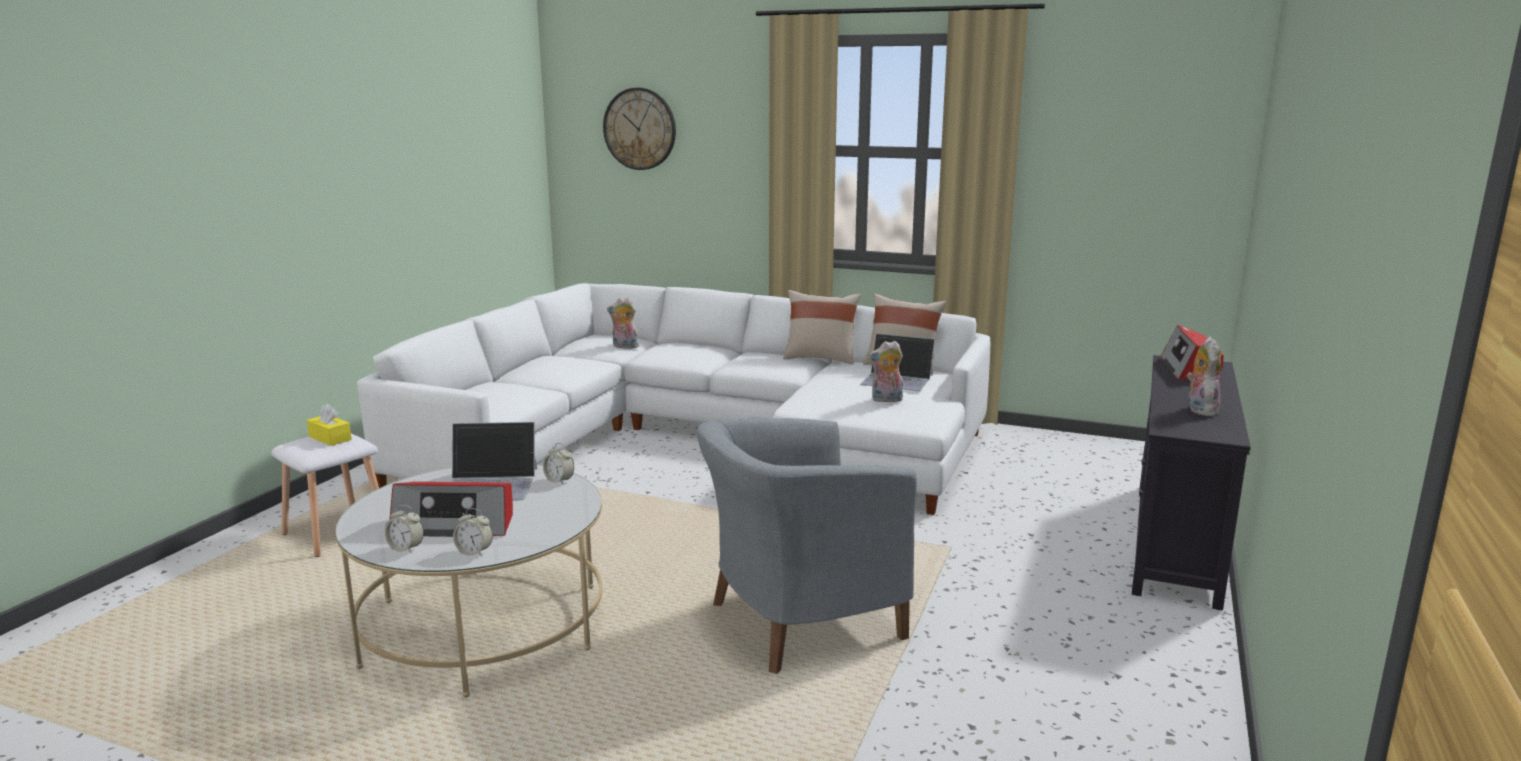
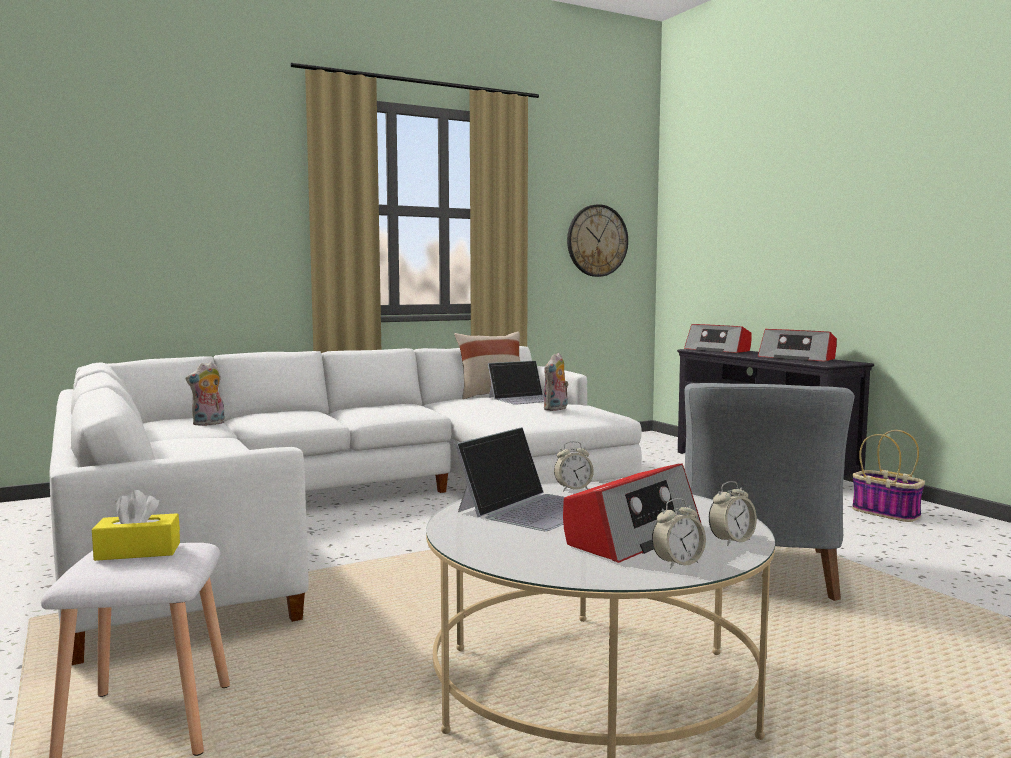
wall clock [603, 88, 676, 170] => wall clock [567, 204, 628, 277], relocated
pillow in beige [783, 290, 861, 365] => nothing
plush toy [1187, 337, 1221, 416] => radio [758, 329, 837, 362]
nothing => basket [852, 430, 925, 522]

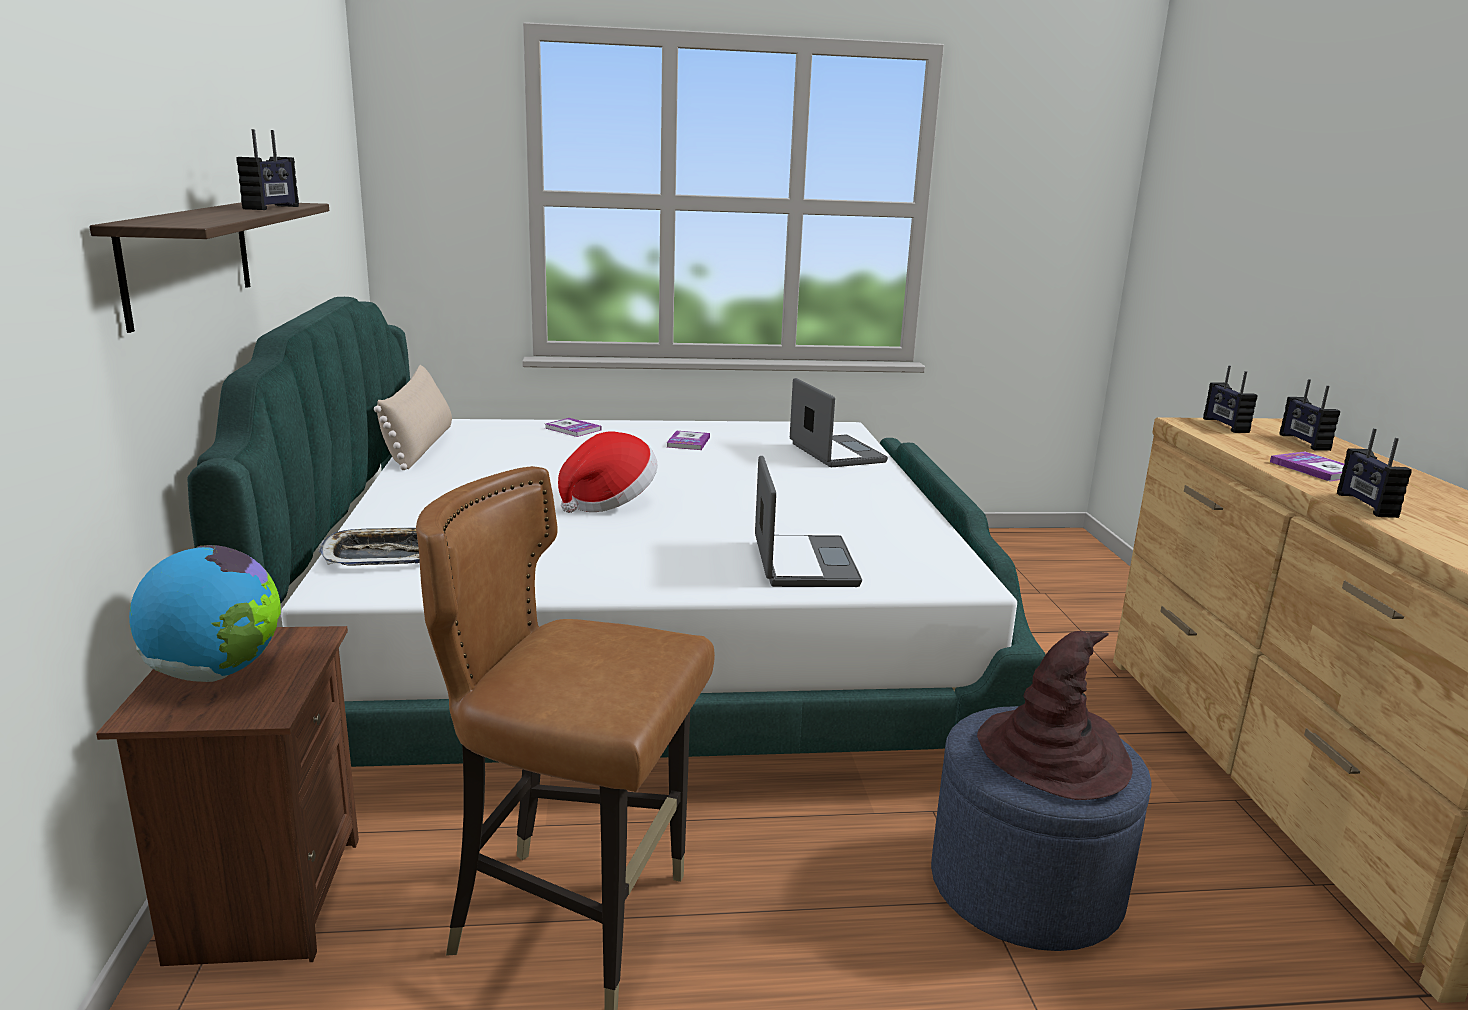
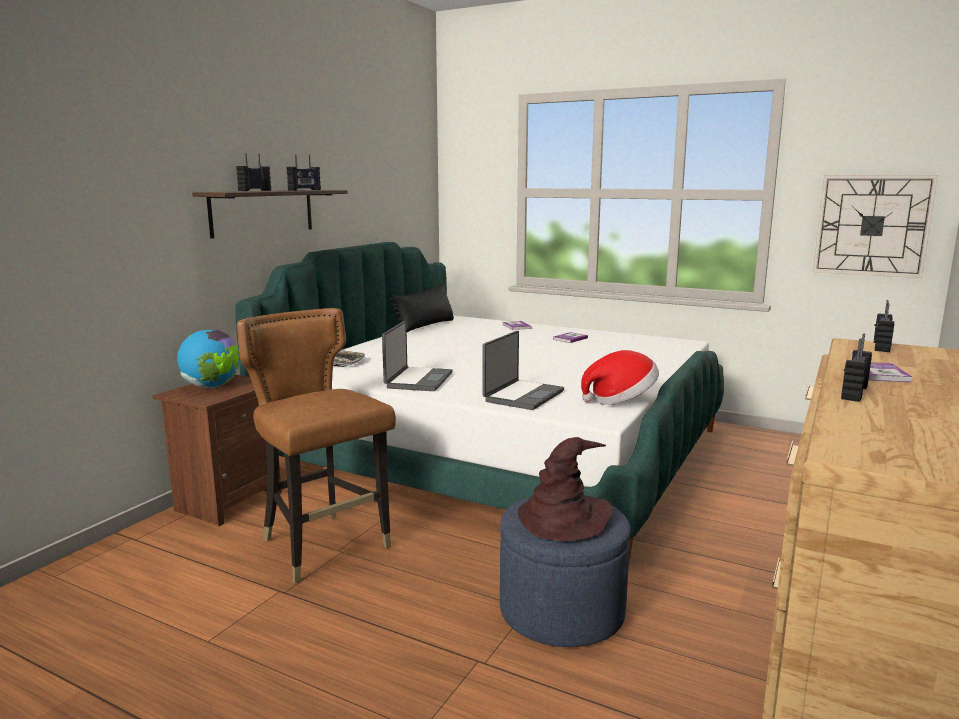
pillow in beige [374, 365, 452, 470] => pillow in black [390, 283, 454, 332]
hat [558, 431, 658, 513] => hat [581, 350, 659, 405], relocated
laptop [790, 378, 888, 467] => laptop [382, 321, 453, 391], relocated
radio [1279, 379, 1340, 451] => radio [236, 153, 271, 191], relocated
nothing => wall clock [813, 175, 938, 278]

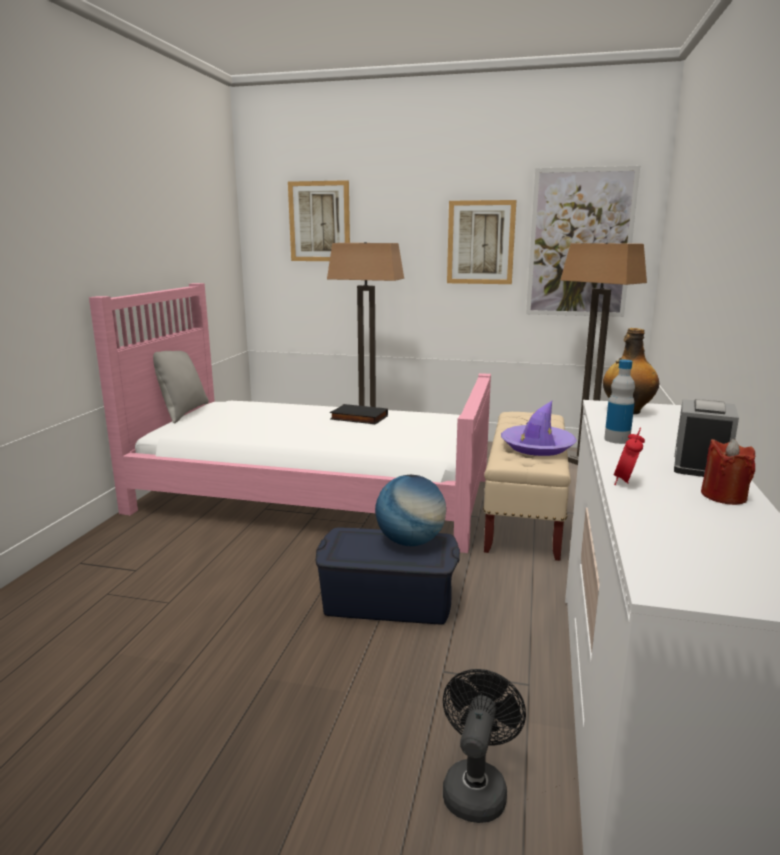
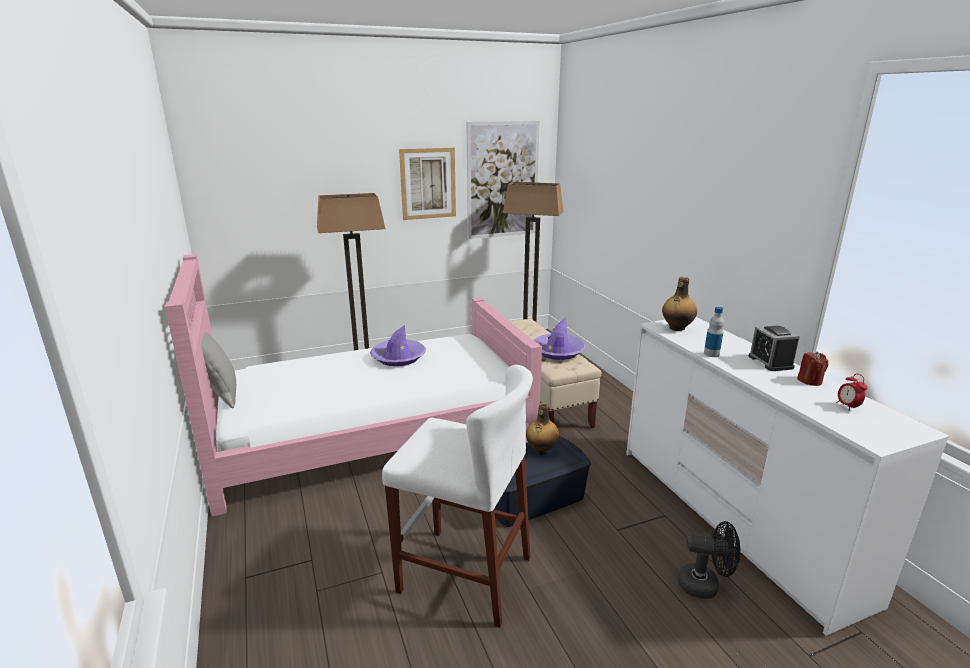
picture [288, 180, 350, 261] => nothing
book in black [330, 404, 388, 425] => hat in purple [370, 325, 426, 366]
globe [375, 475, 446, 546] => bottle [526, 403, 559, 455]
fan in black [443, 669, 526, 823] => fan in black [678, 521, 740, 599], 120 degrees clockwise
alarm clock [614, 427, 645, 485] => alarm clock [836, 374, 867, 411], relocated
nothing => stool in white [382, 365, 533, 628]

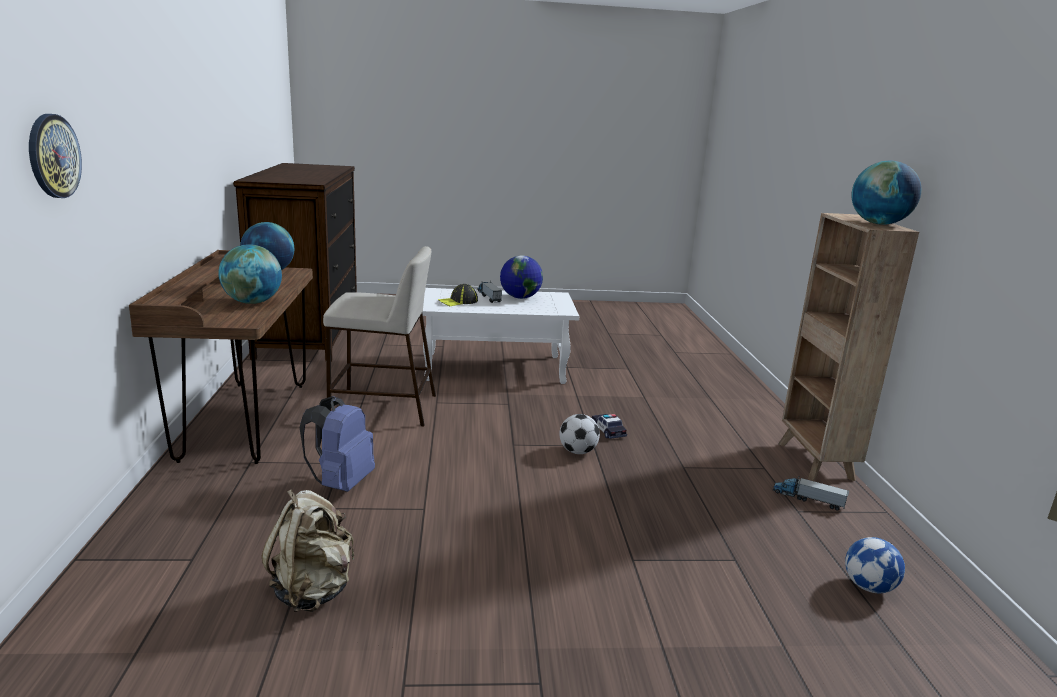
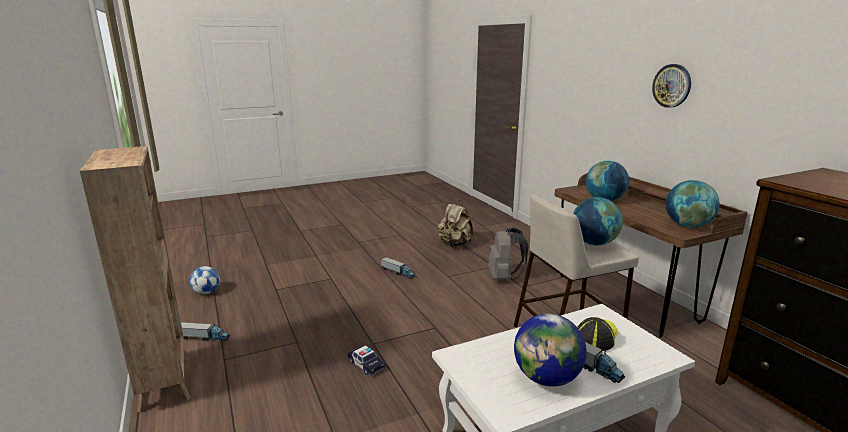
wall clock [29, 114, 82, 198] => wall clock [652, 64, 691, 108], relocated
backpack in blue [300, 396, 375, 492] => backpack in grey [488, 228, 529, 280]
football [560, 414, 600, 454] => nothing
globe [851, 161, 921, 225] => globe [573, 197, 623, 245], relocated
nothing => toy truck [381, 257, 415, 279]

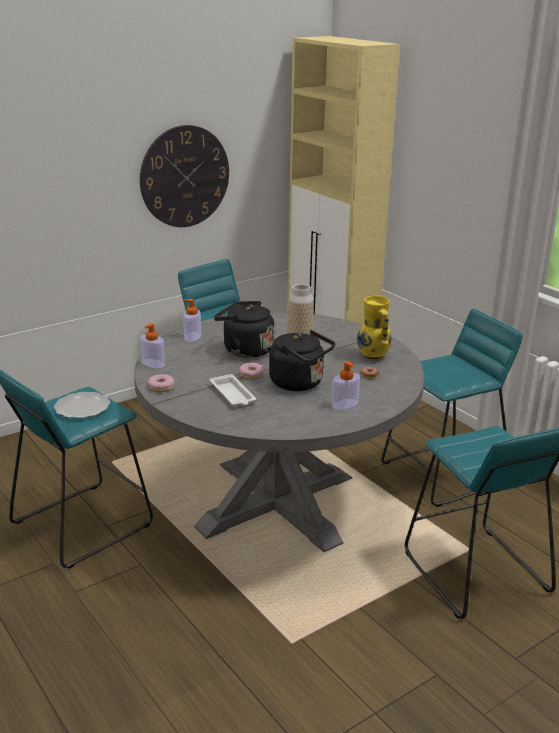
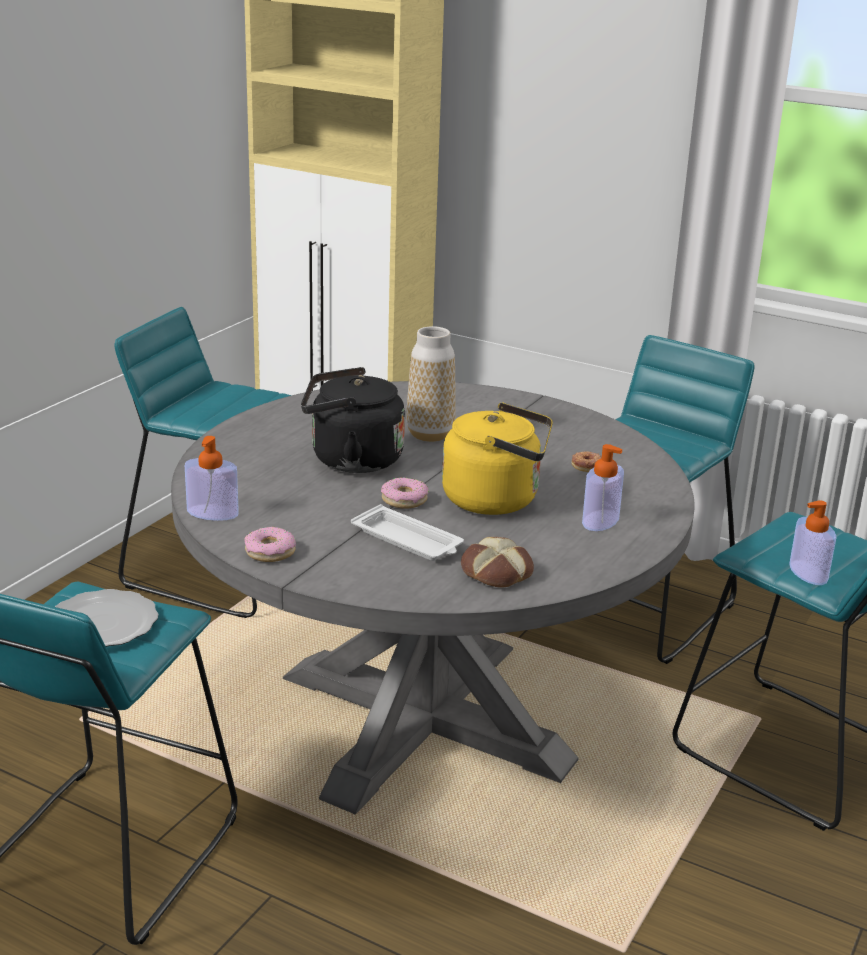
wall clock [140, 125, 229, 227] => nothing
soap dispenser [183, 299, 201, 342] => soap dispenser [789, 500, 836, 585], relocated
kettle in black [269, 330, 335, 391] => kettle in yellow [442, 403, 553, 515]
vase in yellow [357, 295, 391, 360] => nothing
nothing => bread [461, 537, 534, 588]

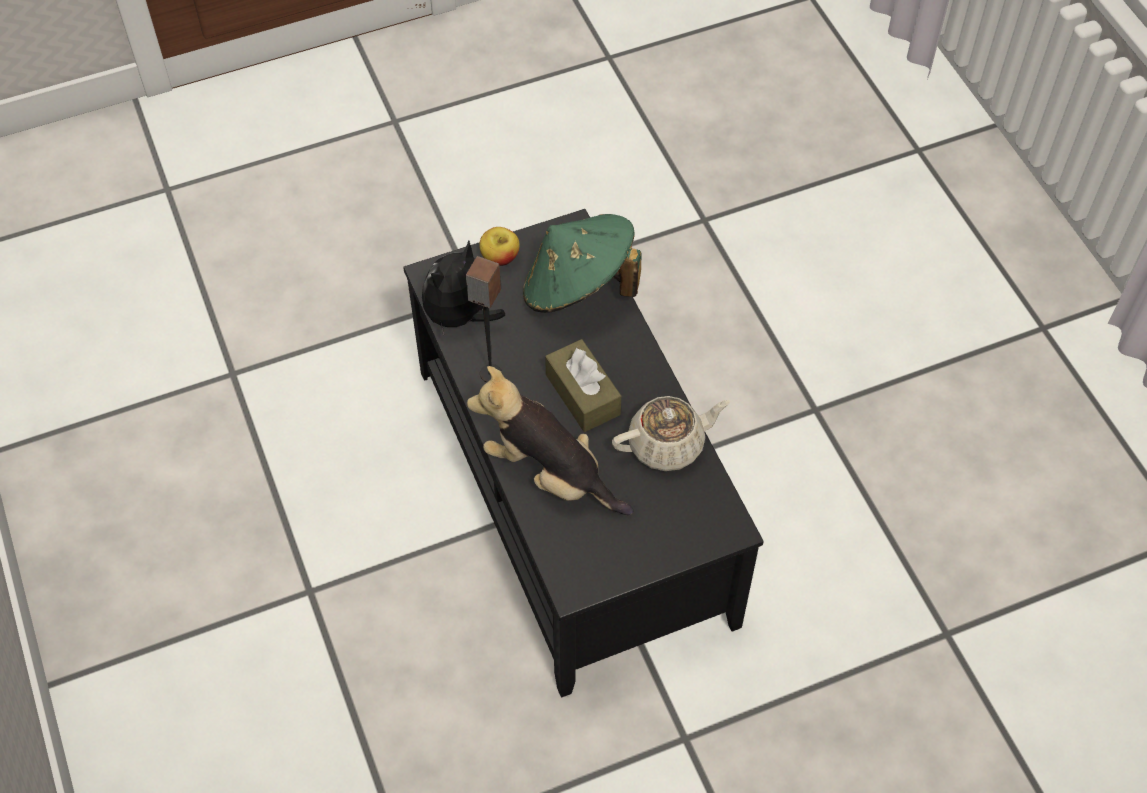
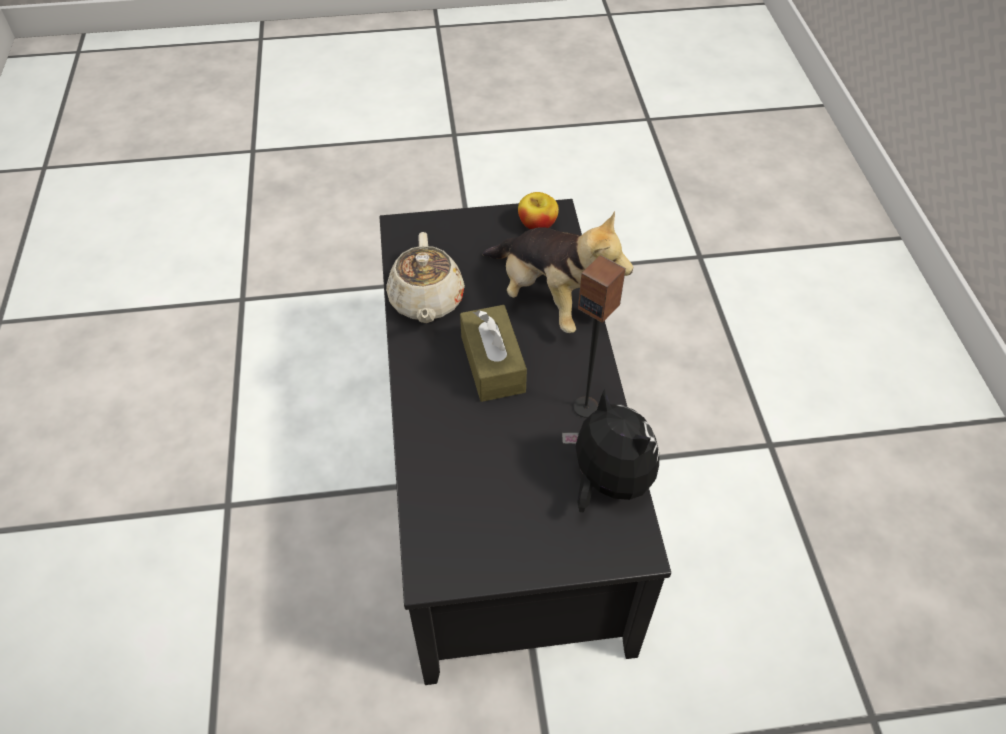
plush toy [422, 241, 505, 337] => plush toy [562, 388, 659, 512], 90 degrees counterclockwise
apple [479, 227, 520, 266] => apple [518, 192, 559, 229], relocated
hat in green [523, 214, 642, 313] => nothing
teapot in beige [612, 396, 730, 471] => teapot in beige [386, 232, 465, 323], 90 degrees counterclockwise

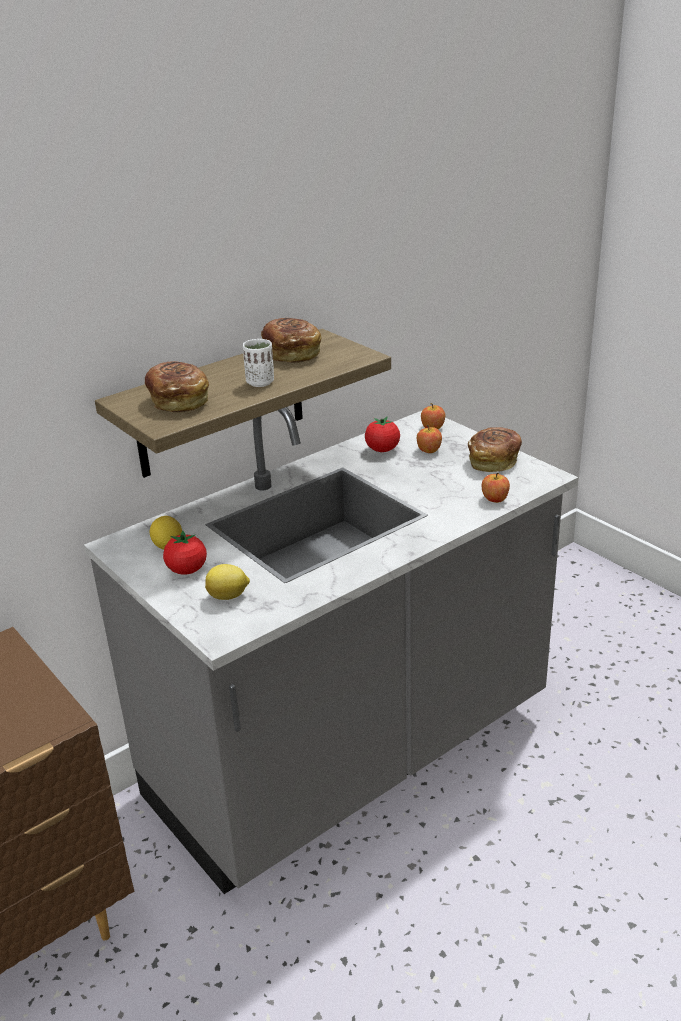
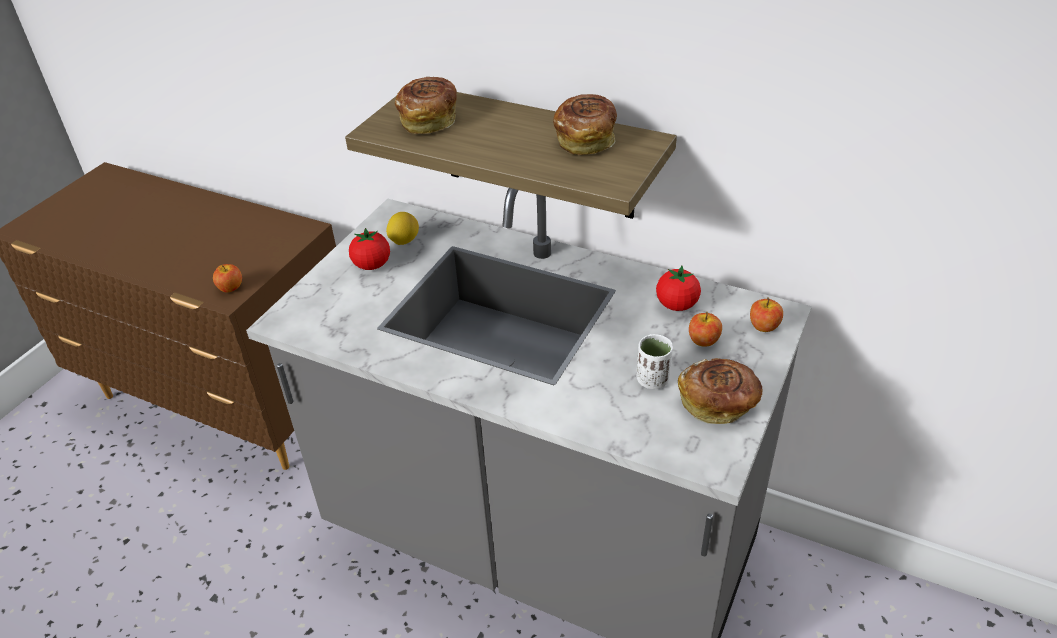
lemon [205, 564, 250, 600] => nothing
cup in white [243, 339, 274, 387] => cup in white [636, 334, 673, 389], relocated
apple [482, 473, 510, 503] => apple [213, 264, 242, 293], relocated

